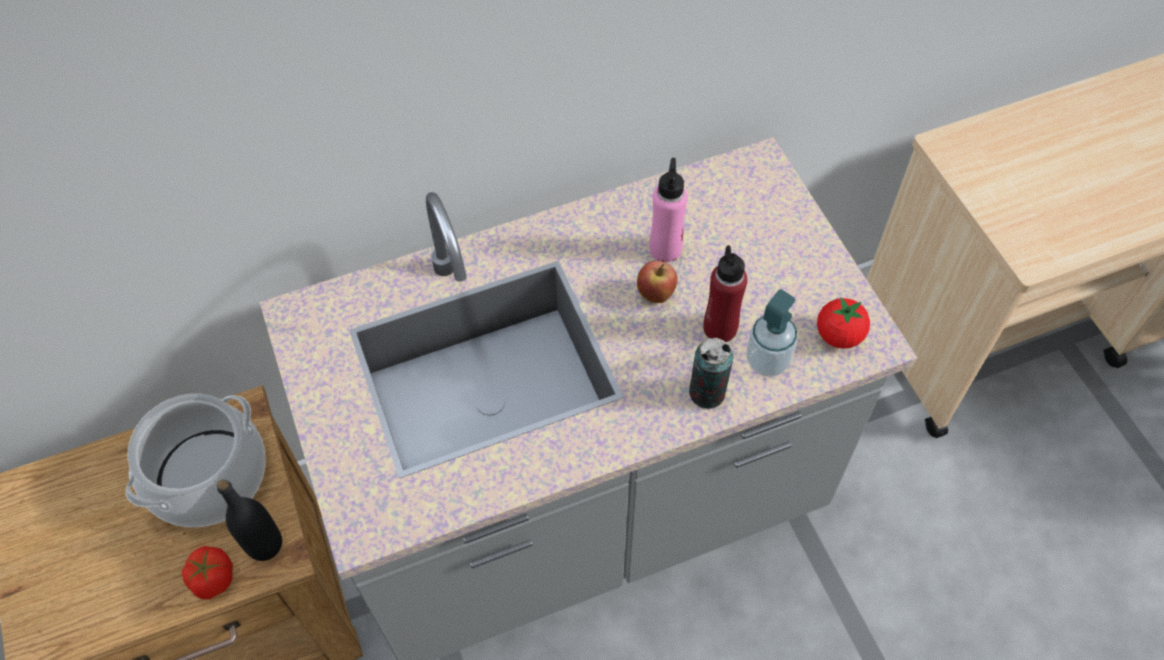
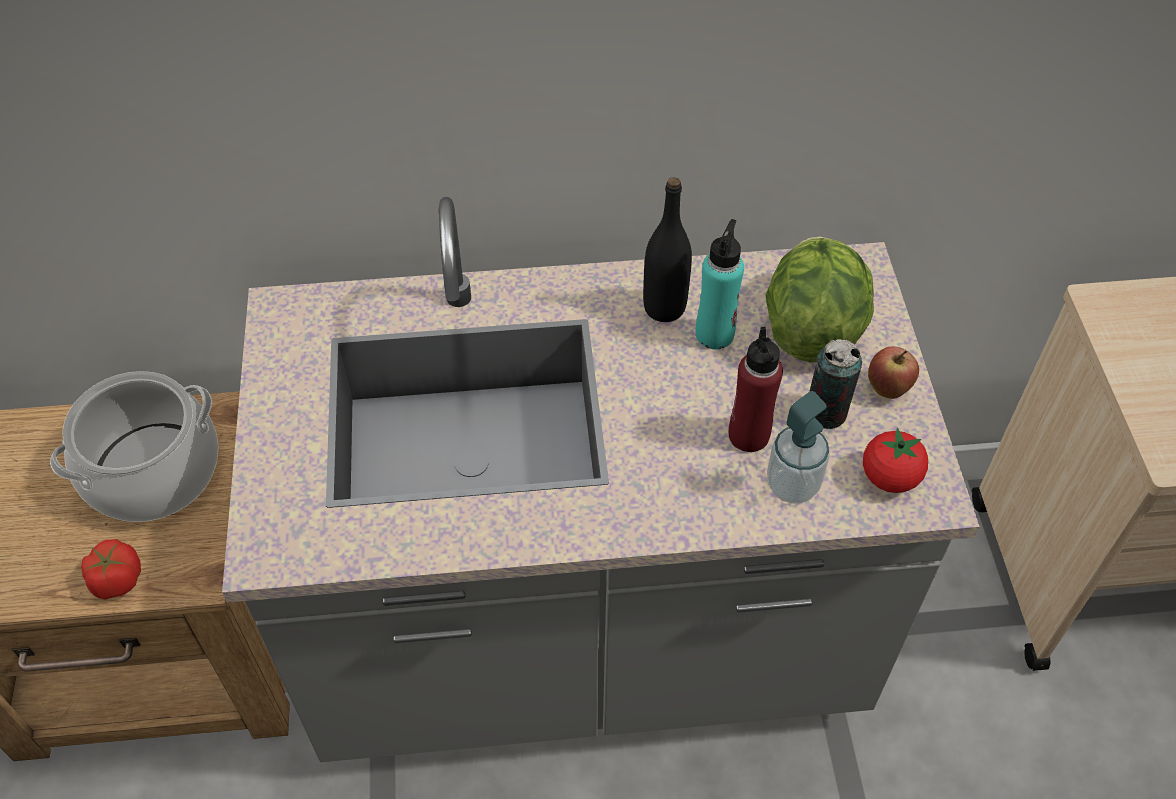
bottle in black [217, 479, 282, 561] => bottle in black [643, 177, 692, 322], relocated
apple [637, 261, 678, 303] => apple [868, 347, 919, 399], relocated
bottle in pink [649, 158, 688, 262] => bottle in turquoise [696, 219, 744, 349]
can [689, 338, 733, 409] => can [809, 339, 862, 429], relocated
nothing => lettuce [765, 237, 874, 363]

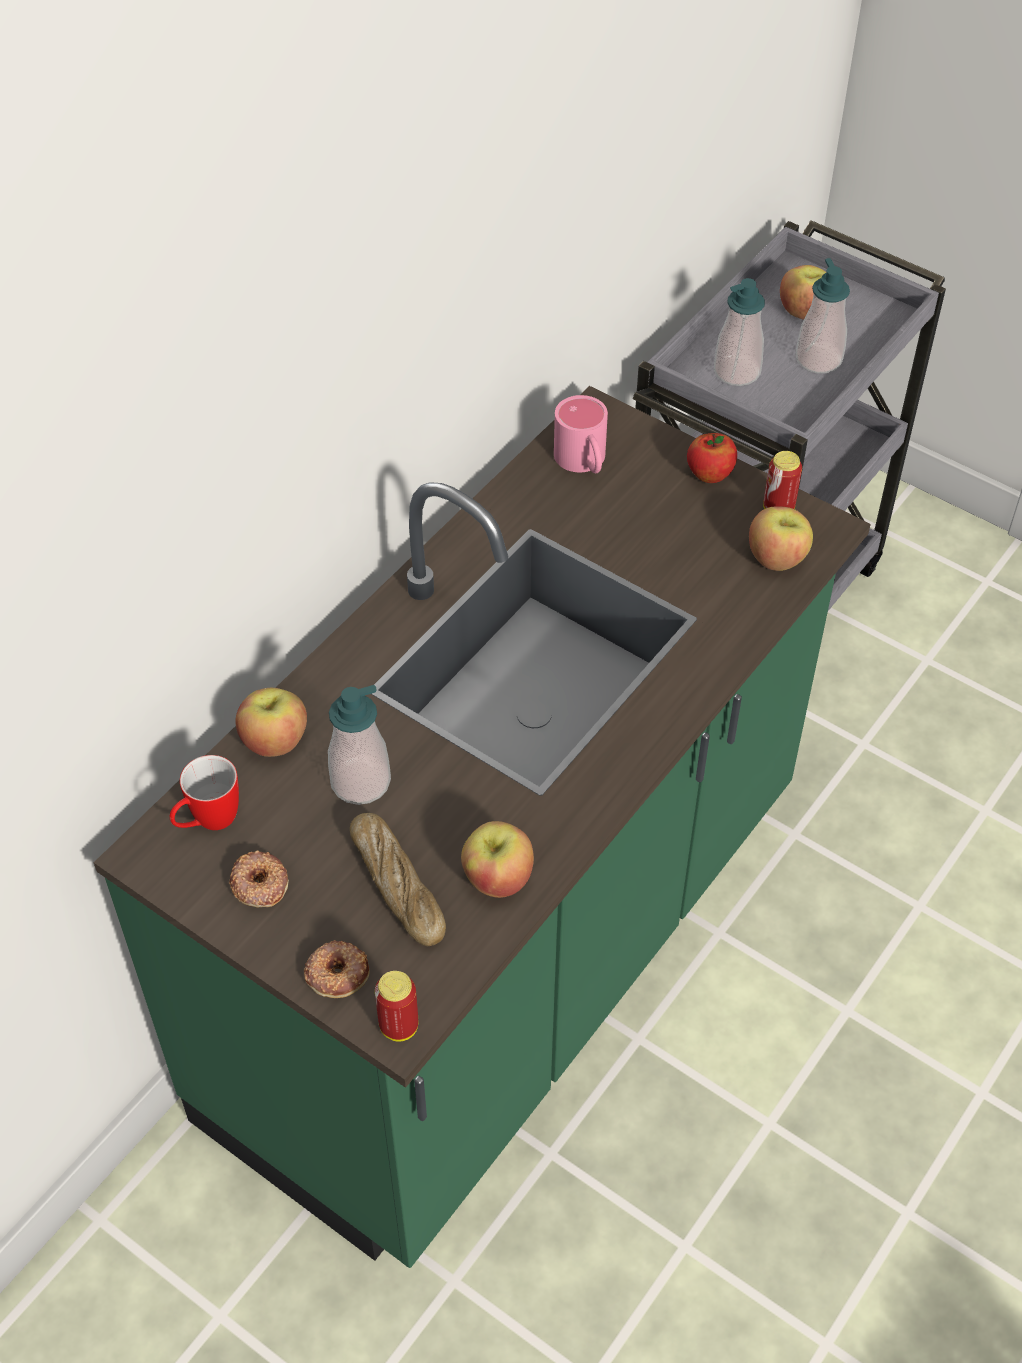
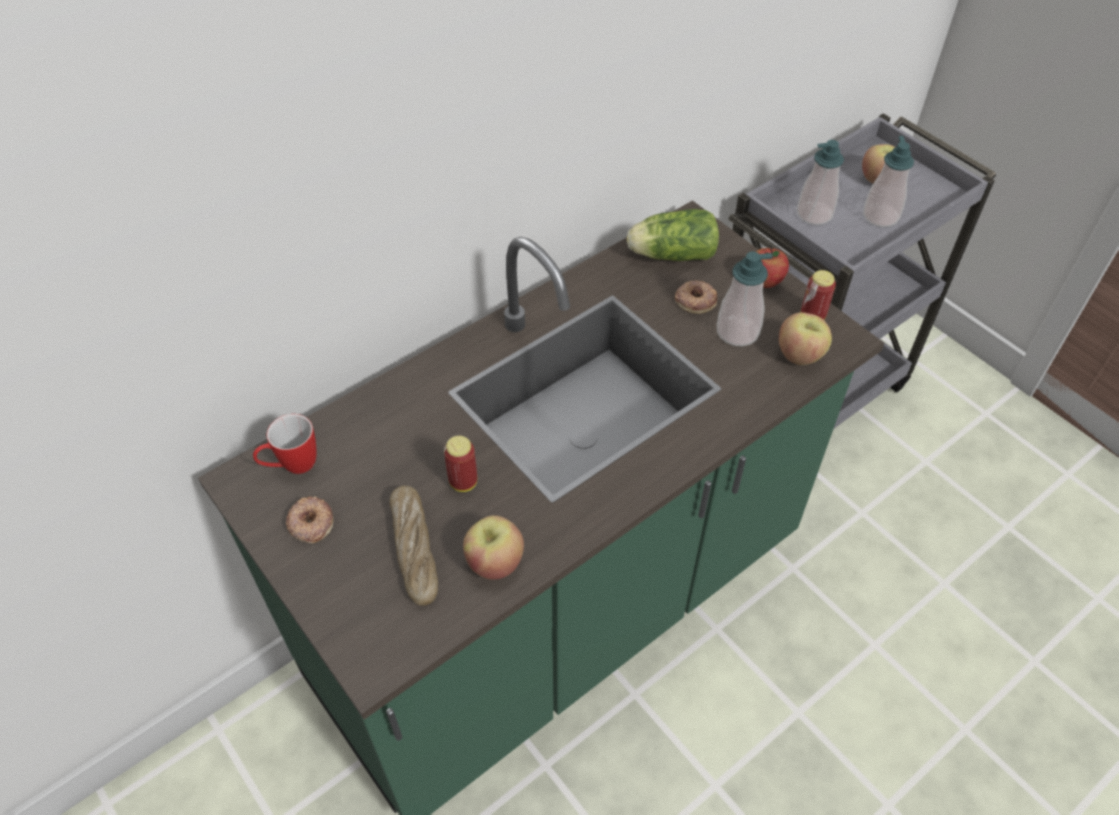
apple [235, 687, 307, 757] => nothing
donut [304, 940, 369, 998] => donut [675, 280, 717, 314], relocated
soap dispenser [328, 685, 391, 805] => soap dispenser [717, 252, 773, 346], relocated
can [375, 971, 418, 1042] => can [444, 436, 477, 492], relocated
mug in pink [554, 395, 608, 473] => lettuce [627, 209, 719, 261]

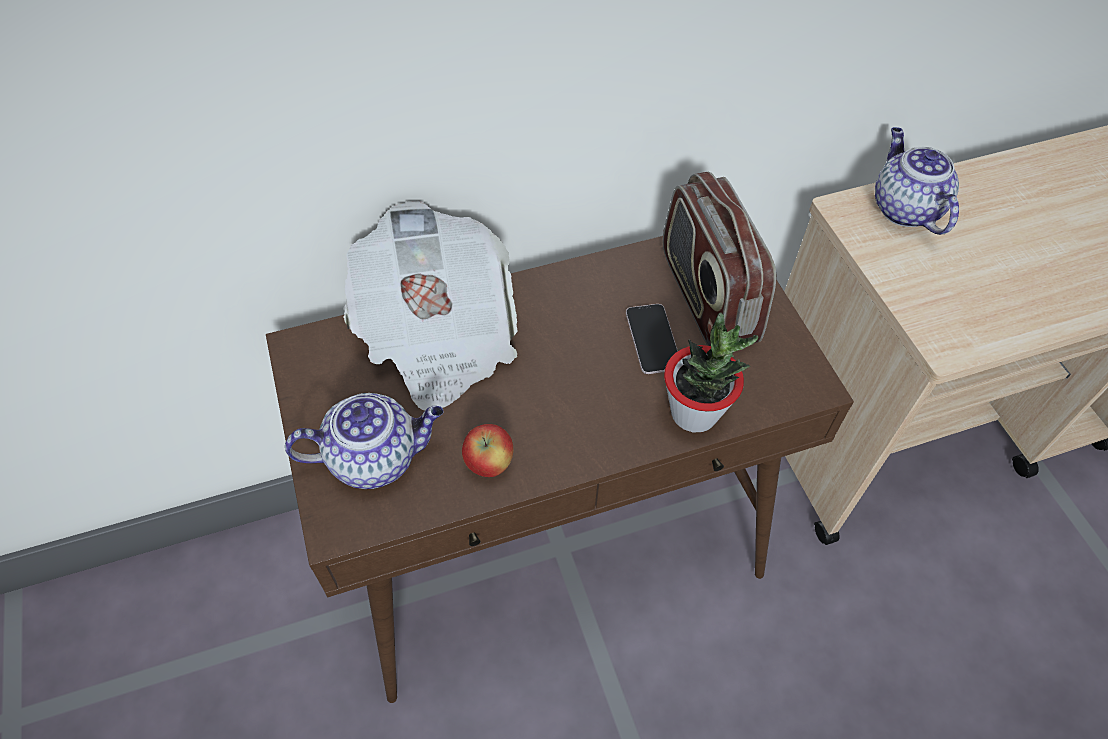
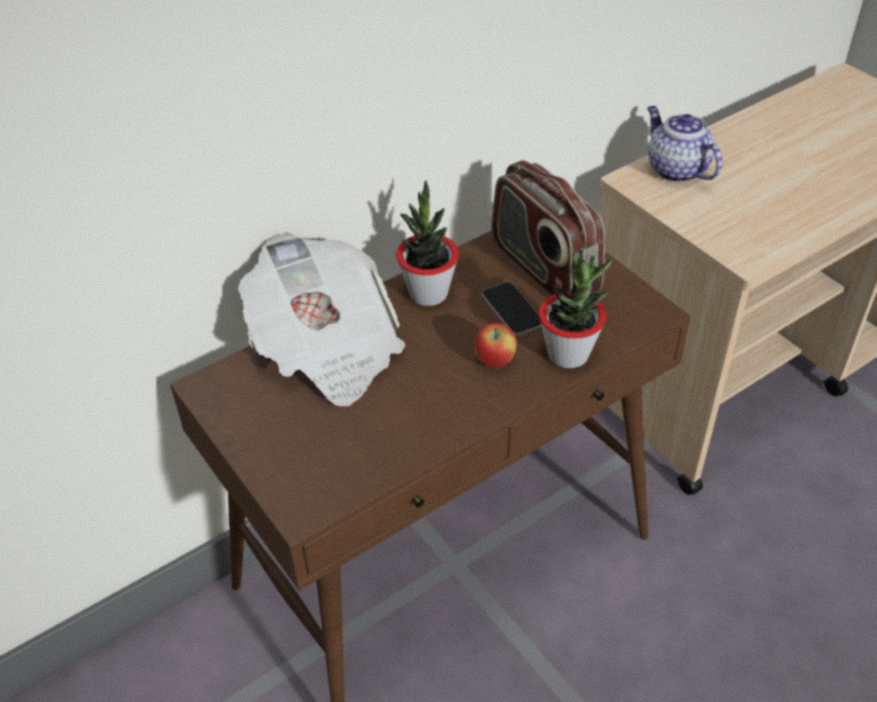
teapot [285, 393, 444, 489] => nothing
apple [462, 424, 513, 477] => apple [475, 323, 517, 367], relocated
nothing => potted plant [396, 180, 459, 306]

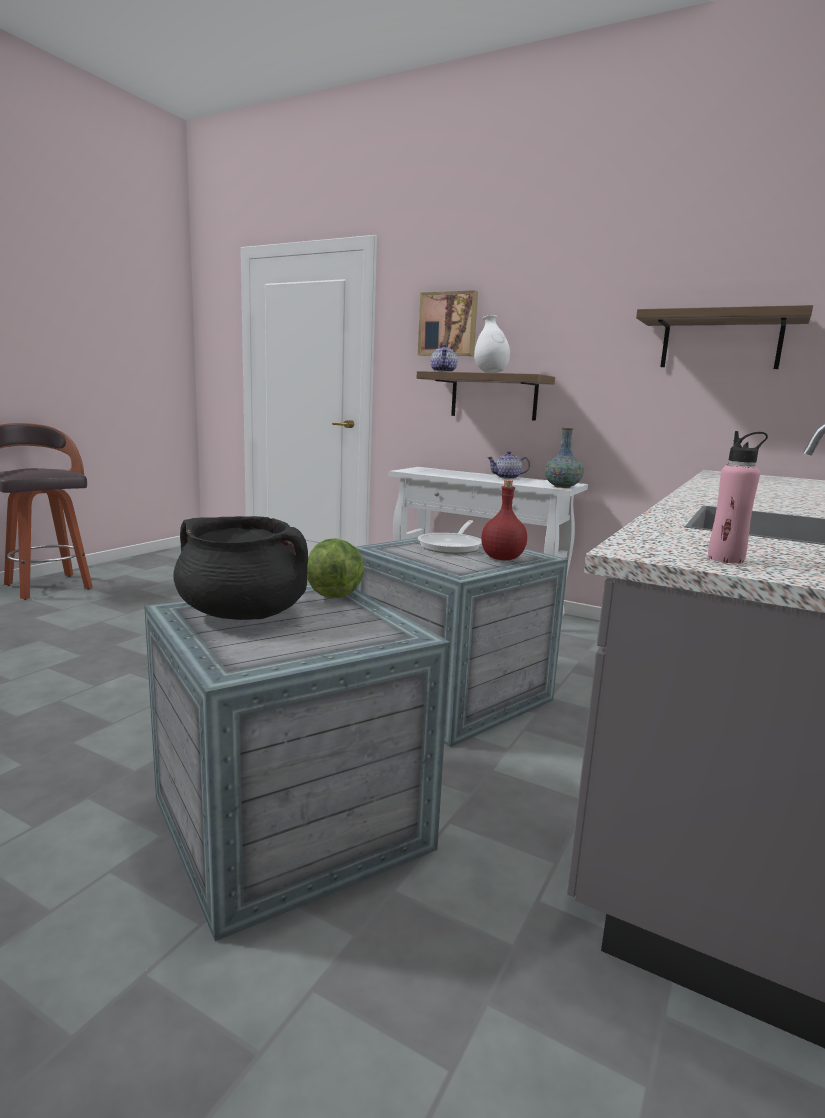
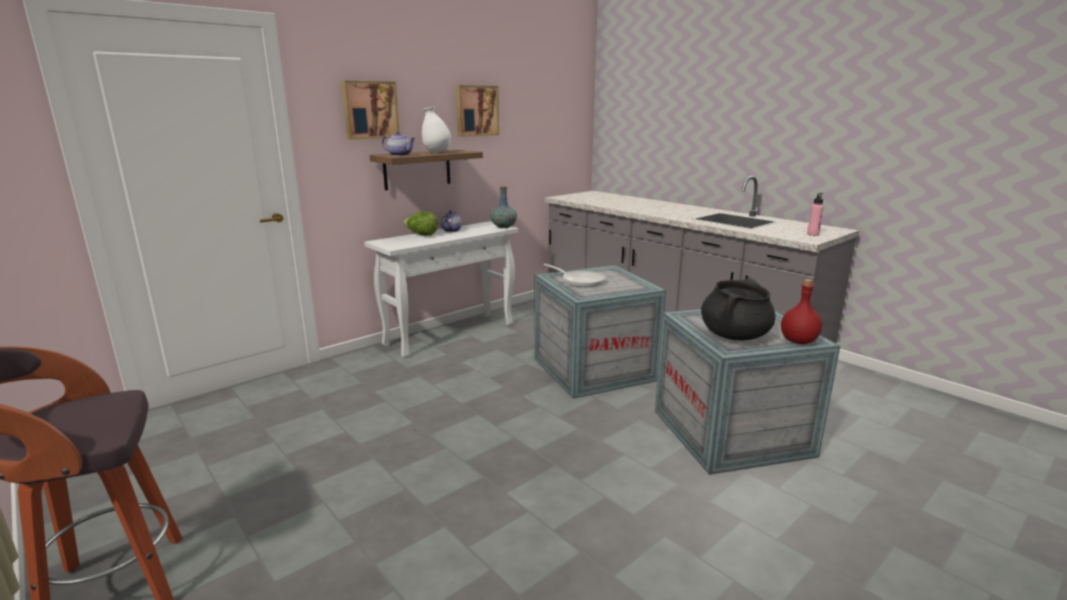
lettuce [307, 538, 364, 598] => lettuce [403, 211, 438, 236], relocated
bottle in red [481, 480, 527, 560] => bottle in red [781, 279, 822, 344], relocated
shelf [636, 305, 813, 369] => nothing
nothing => picture [456, 85, 499, 137]

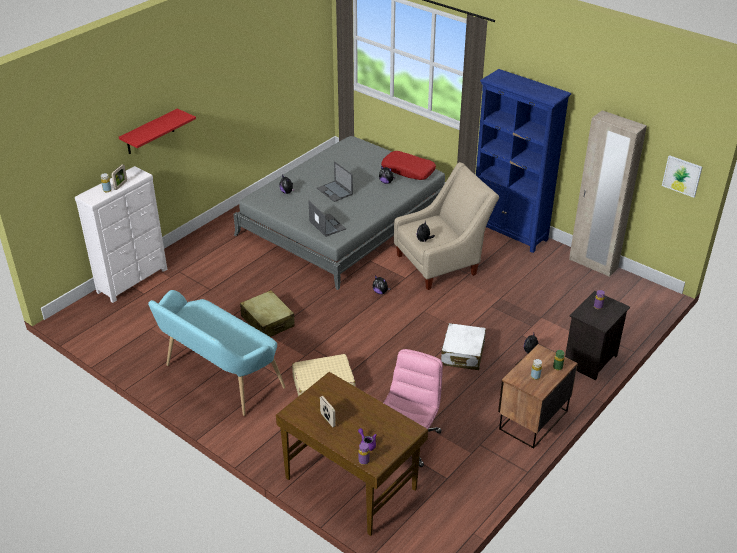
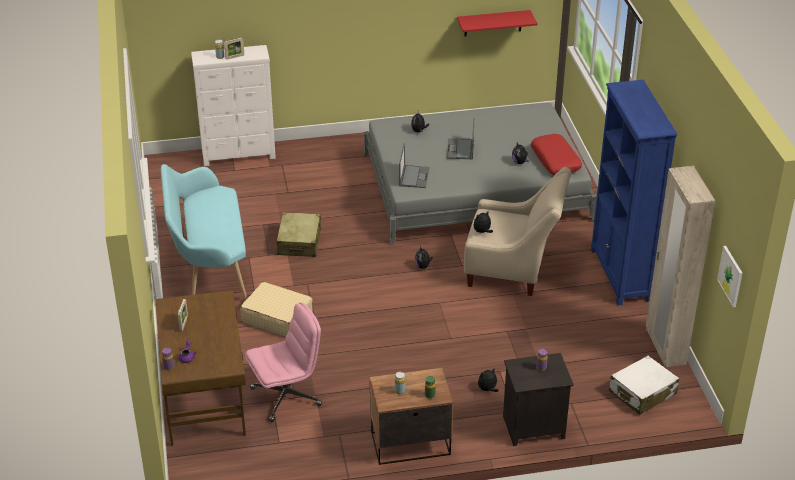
shelf in red [119, 109, 196, 154] => shelf in red [457, 10, 538, 36], relocated
suitcase in white [441, 323, 486, 370] => suitcase in white [609, 355, 679, 415], relocated

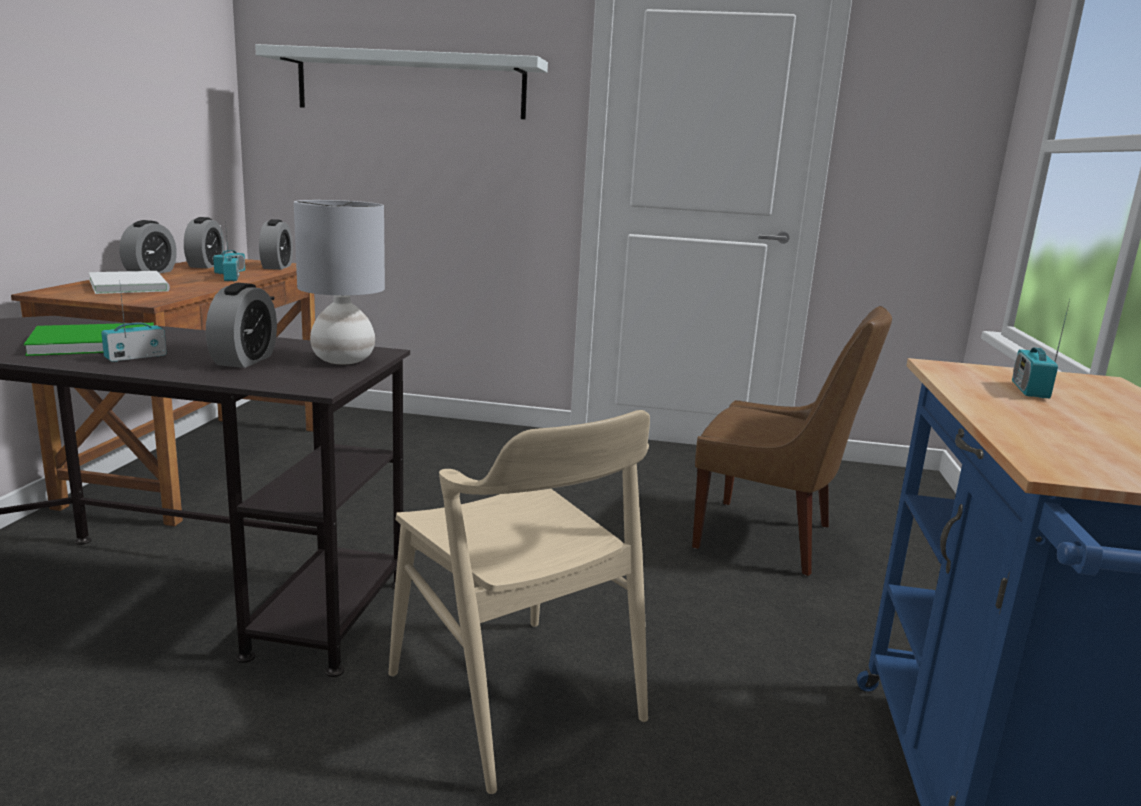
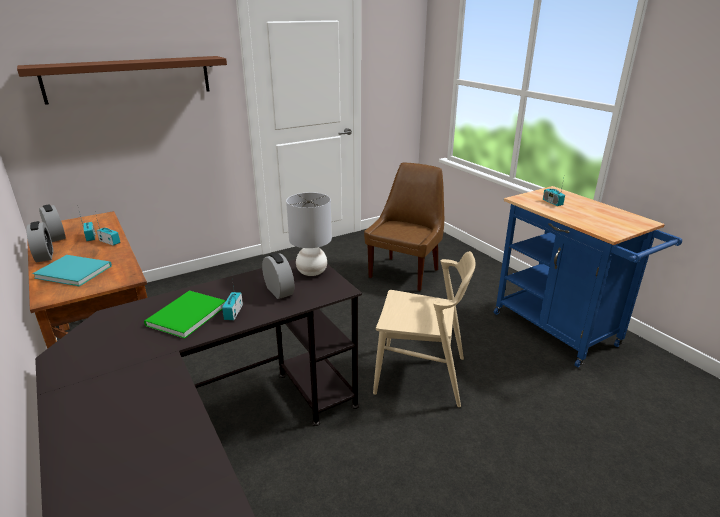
book in white [89, 271, 170, 294] => book in turquoise [32, 255, 112, 287]
shelf in white [255, 44, 548, 119] => shelf in brown [17, 56, 227, 105]
alarm clock [259, 219, 293, 270] => nothing
chair in brown [692, 306, 892, 576] => chair in brown [364, 163, 444, 291], 45 degrees counterclockwise

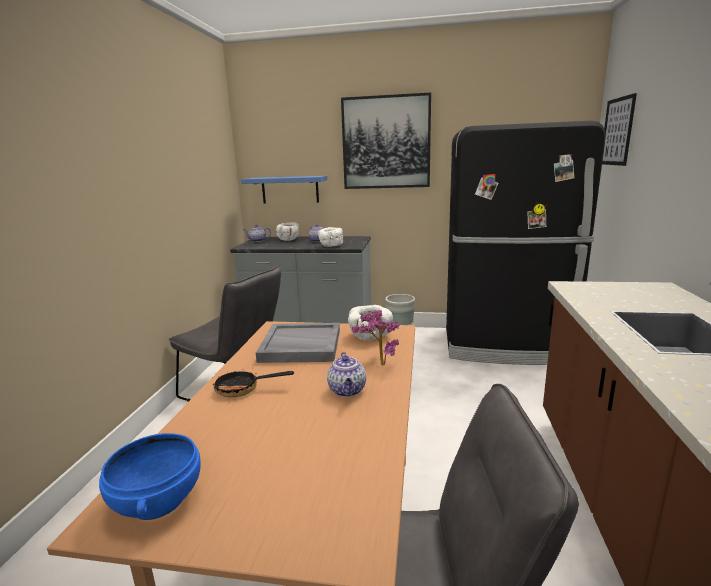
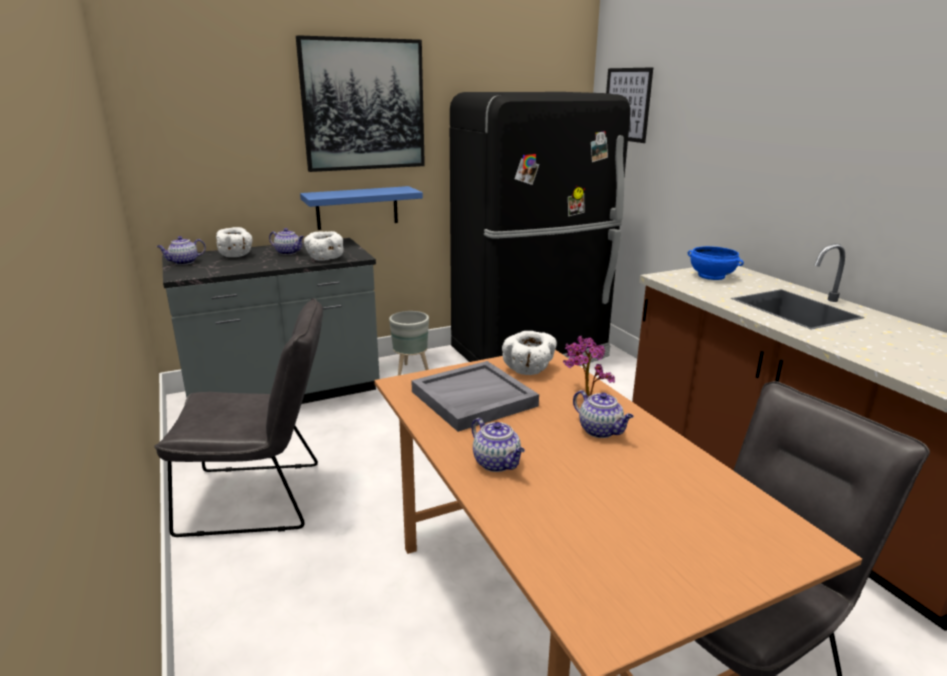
bowl in blue [99, 433, 201, 520] => bowl in blue [688, 246, 744, 280], relocated
frying pan [213, 369, 294, 397] => teapot [472, 418, 525, 472]
shelf in blue [241, 176, 327, 204] => shelf in blue [300, 186, 423, 230], relocated

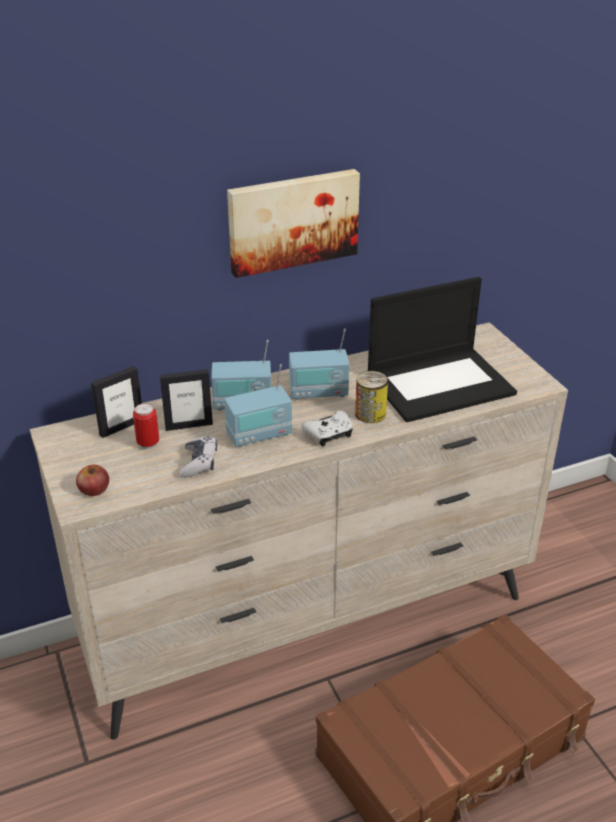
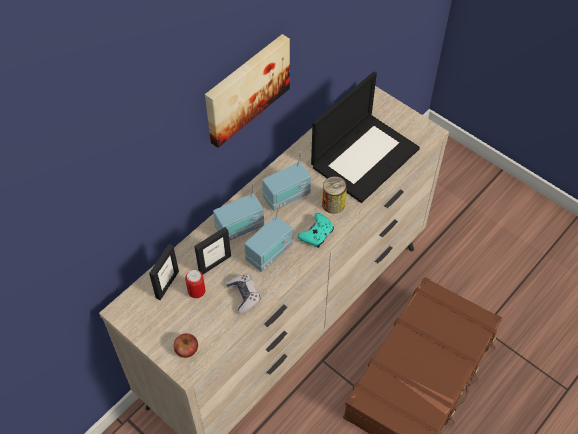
game controller in white [301, 411, 353, 446] => game controller in turquoise [298, 213, 334, 248]

